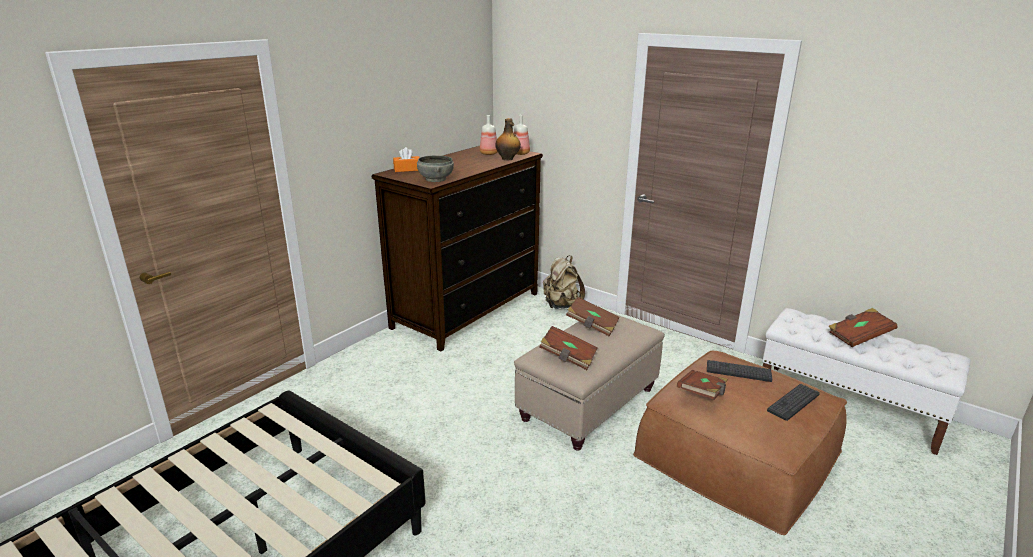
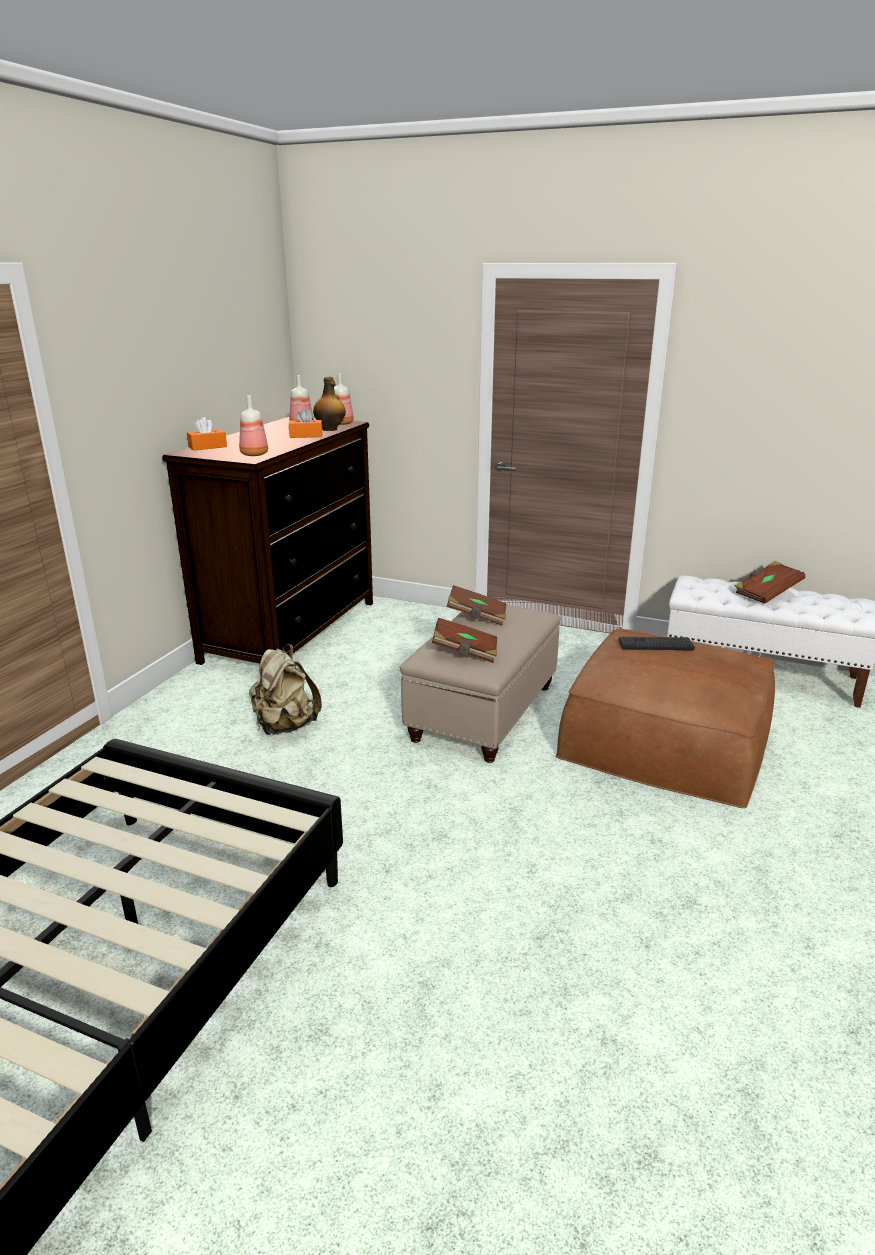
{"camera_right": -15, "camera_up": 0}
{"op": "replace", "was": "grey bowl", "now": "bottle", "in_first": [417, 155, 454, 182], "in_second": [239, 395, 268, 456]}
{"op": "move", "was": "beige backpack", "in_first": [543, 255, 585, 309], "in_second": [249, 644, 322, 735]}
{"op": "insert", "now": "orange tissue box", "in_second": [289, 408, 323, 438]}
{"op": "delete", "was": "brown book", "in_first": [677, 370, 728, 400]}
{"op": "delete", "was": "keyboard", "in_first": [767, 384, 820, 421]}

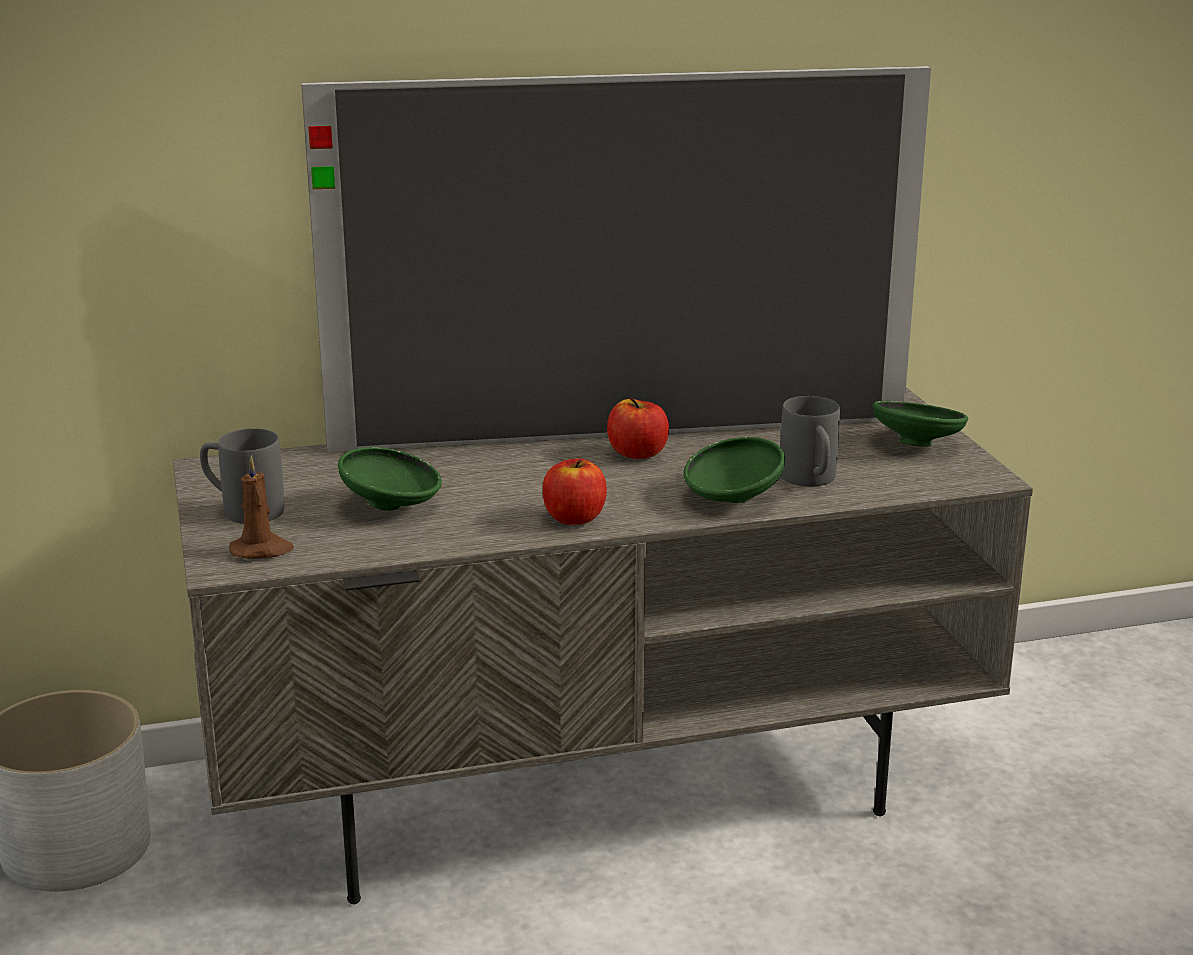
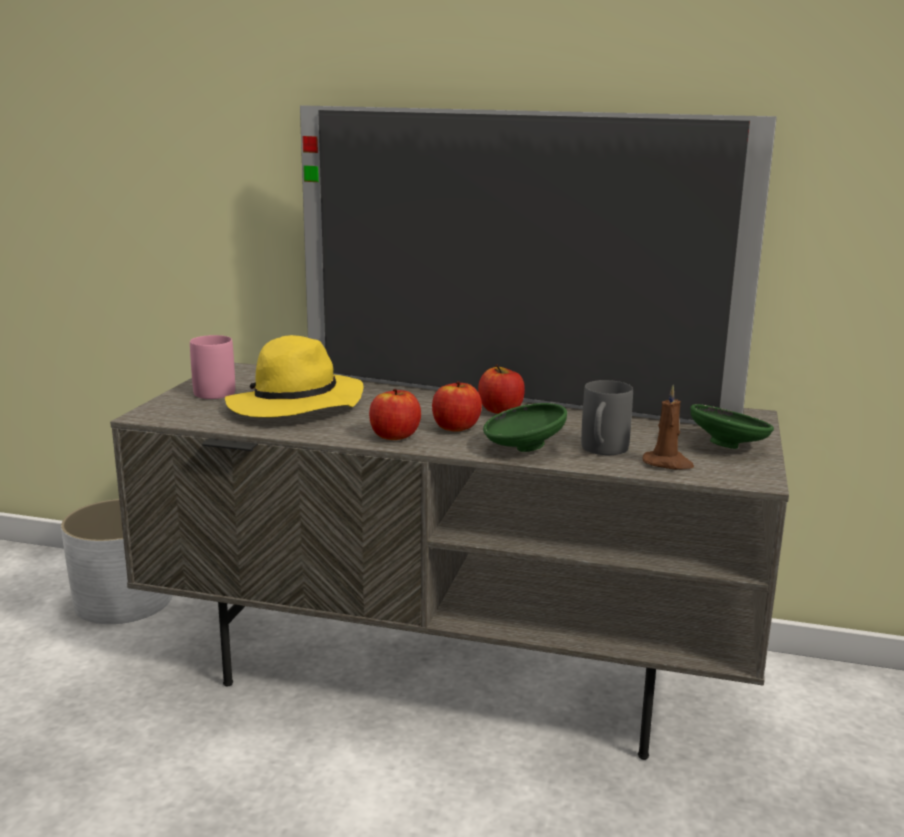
{"camera_right": 30, "camera_up": -5}
{"op": "recolor", "was": "grey mug", "now": "pink mug", "in_first": [200, 429, 284, 524], "in_second": [190, 335, 235, 399]}
{"op": "replace", "was": "green bowl", "now": "yellow hat", "in_first": [338, 447, 442, 511], "in_second": [225, 335, 364, 417]}
{"op": "insert", "now": "apple", "in_second": [432, 381, 482, 431]}
{"op": "move", "was": "brown candle", "in_first": [229, 456, 294, 559], "in_second": [643, 385, 694, 469]}

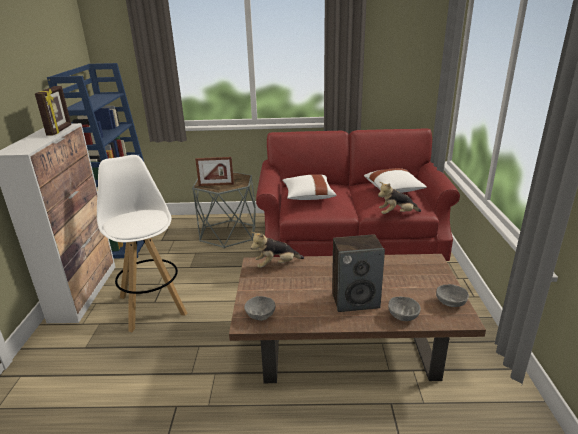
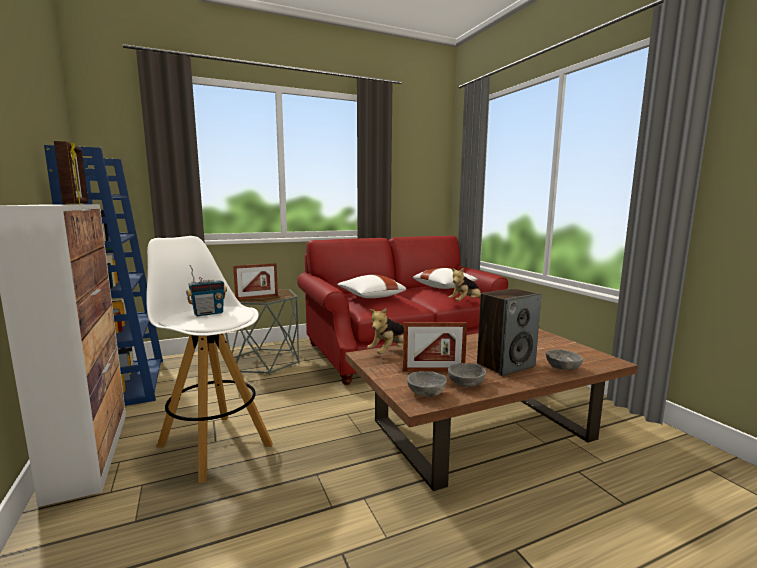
{"camera_right": -25, "camera_up": -15}
{"op": "insert", "now": "radio", "in_second": [186, 265, 227, 316]}
{"op": "insert", "now": "picture frame", "in_second": [403, 322, 467, 372]}
{"op": "move", "was": "grey bowl", "in_first": [436, 284, 469, 307], "in_second": [448, 363, 486, 387]}

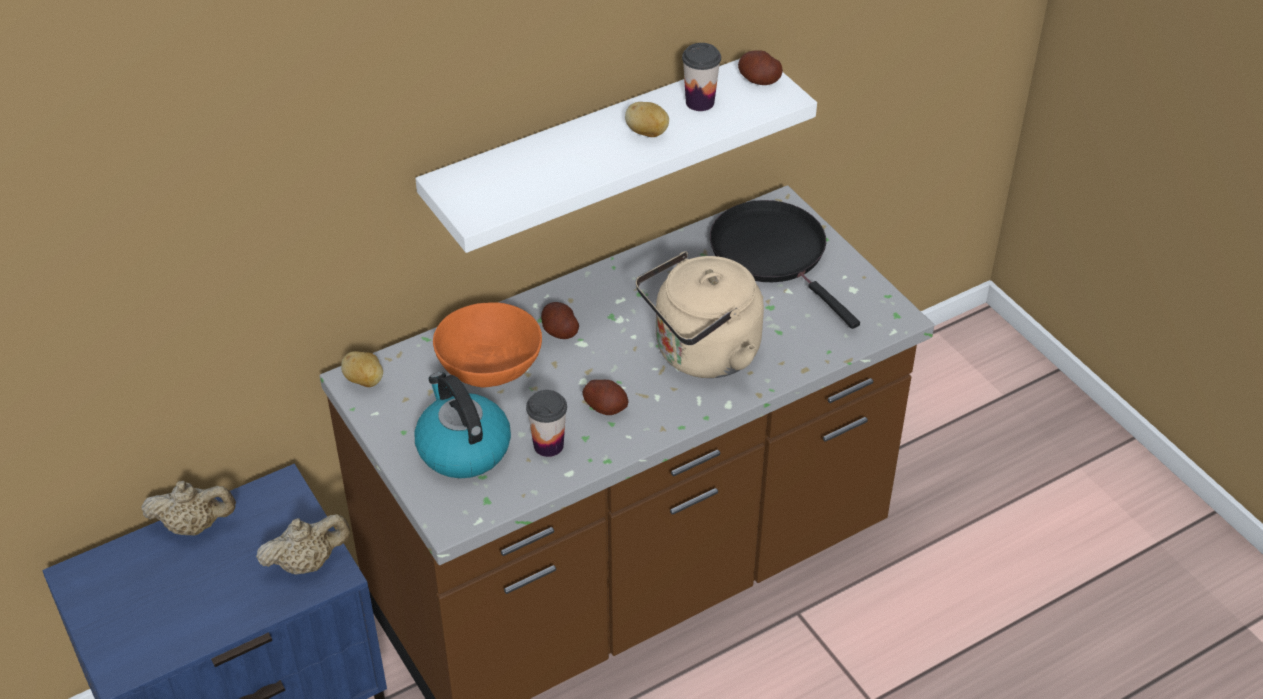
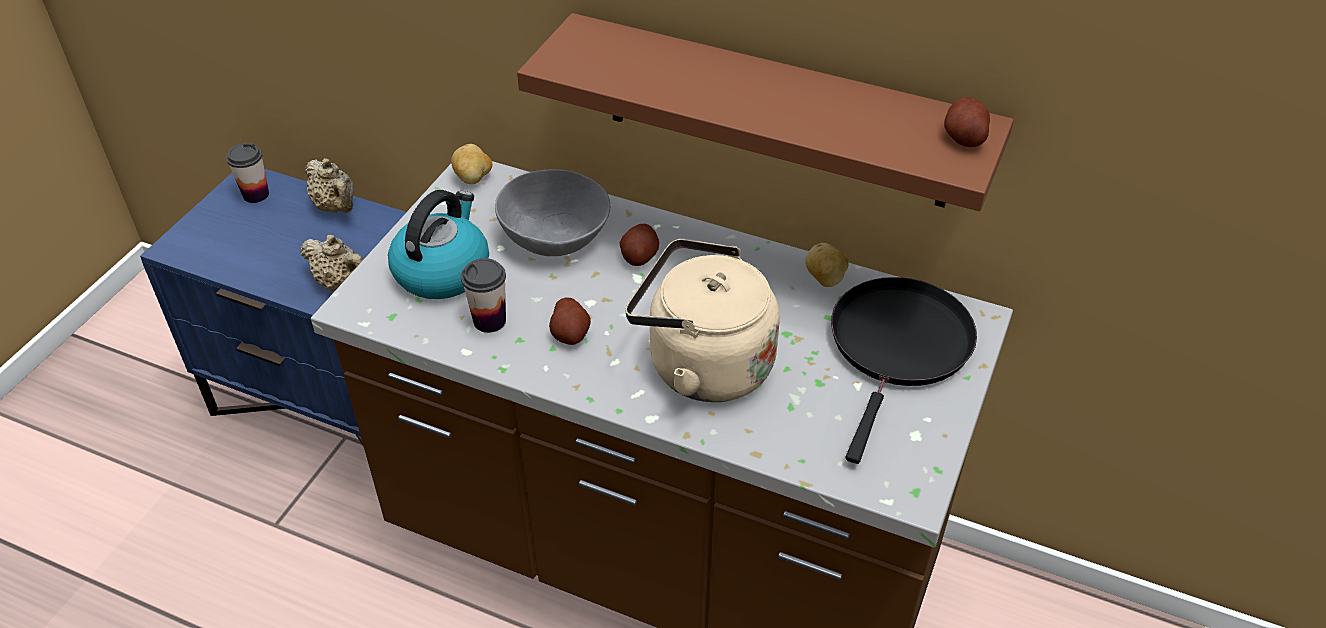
{"camera_right": 55, "camera_up": 0}
{"op": "move", "was": "cup", "in_first": [682, 43, 721, 111], "in_second": [226, 143, 269, 203]}
{"op": "recolor", "was": "orange bowl", "now": "grey bowl", "in_first": [433, 302, 542, 387], "in_second": [495, 169, 610, 256]}
{"op": "recolor", "was": "white shelf", "now": "brown shelf", "in_first": [415, 59, 817, 253], "in_second": [517, 13, 1014, 211]}
{"op": "move", "was": "potato", "in_first": [625, 102, 669, 137], "in_second": [805, 243, 849, 287]}

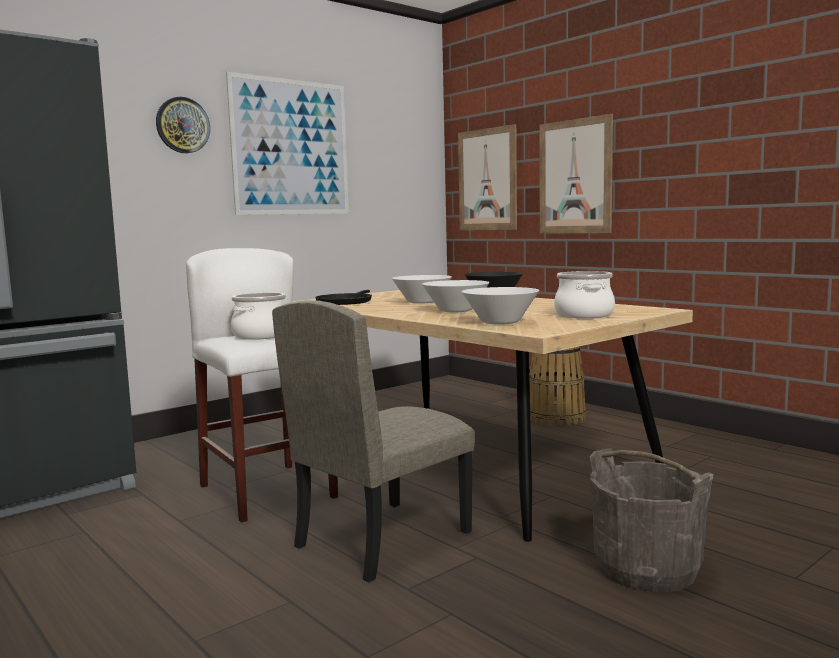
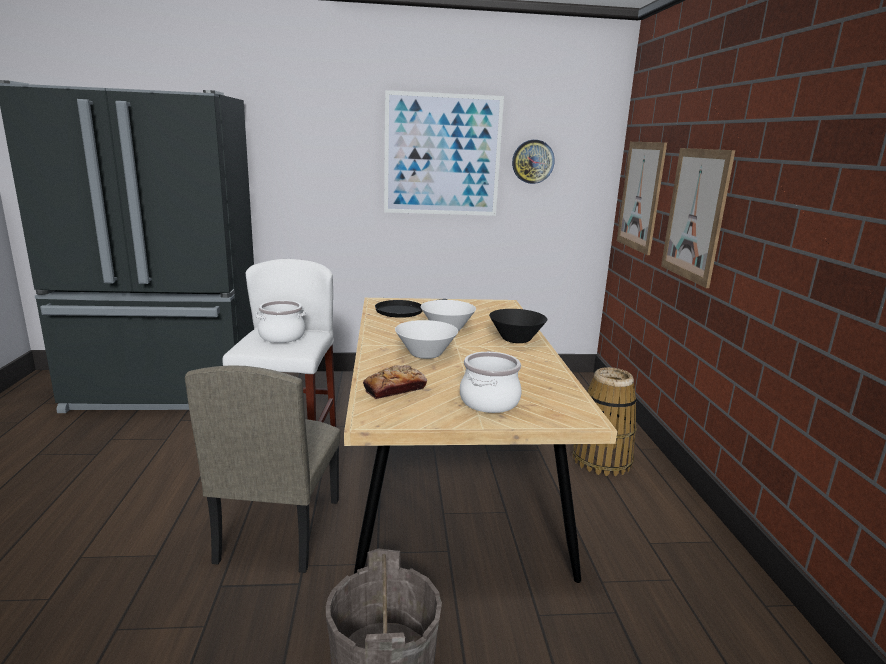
{"camera_right": 35, "camera_up": 10}
{"op": "rotate", "was": "beige chair", "in_first": [272, 300, 475, 582], "in_second": [185, 365, 340, 573], "clockwise": -75}
{"op": "replace", "was": "white bowl", "now": "bread", "in_first": [462, 287, 539, 325], "in_second": [363, 365, 427, 399]}
{"op": "move", "was": "wall clock", "in_first": [156, 97, 210, 153], "in_second": [512, 140, 555, 184]}

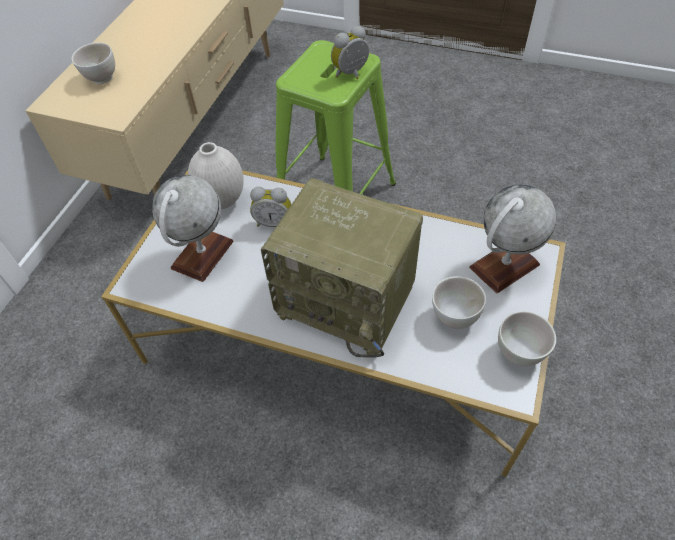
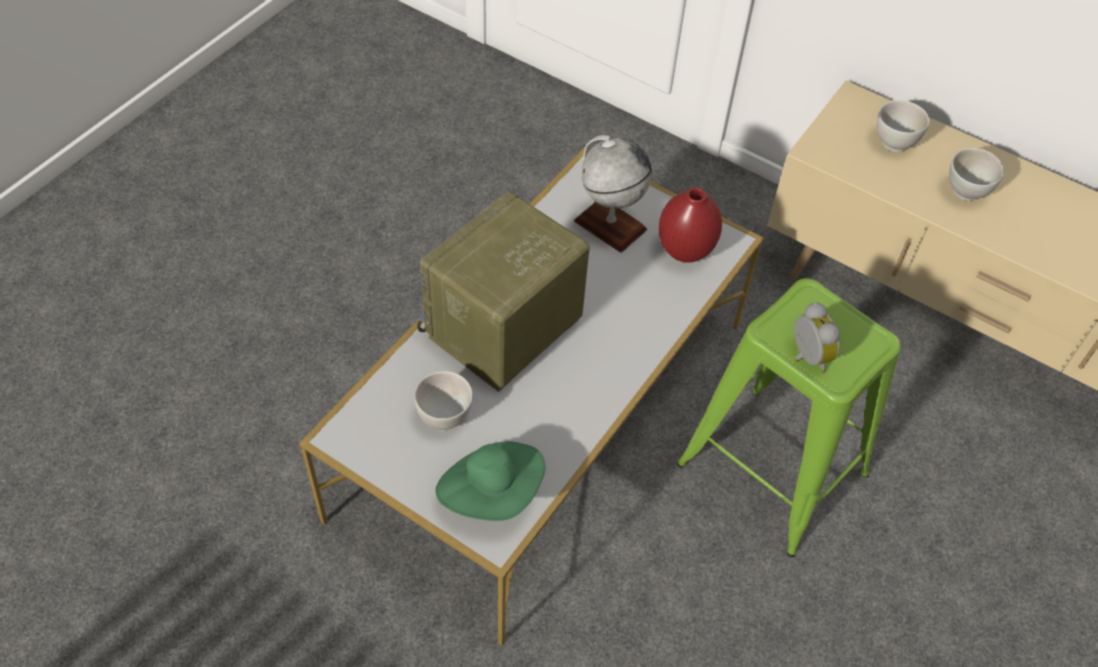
{"camera_right": 100, "camera_up": 0}
{"op": "replace", "was": "globe", "now": "green hat", "in_first": [469, 185, 557, 293], "in_second": [435, 441, 546, 521]}
{"op": "recolor", "was": "white vase", "now": "red vase", "in_first": [188, 142, 244, 209], "in_second": [659, 188, 722, 263]}
{"op": "move", "was": "white bowl", "in_first": [498, 311, 556, 366], "in_second": [949, 148, 1004, 201]}
{"op": "delete", "was": "alarm clock", "in_first": [250, 187, 291, 227]}

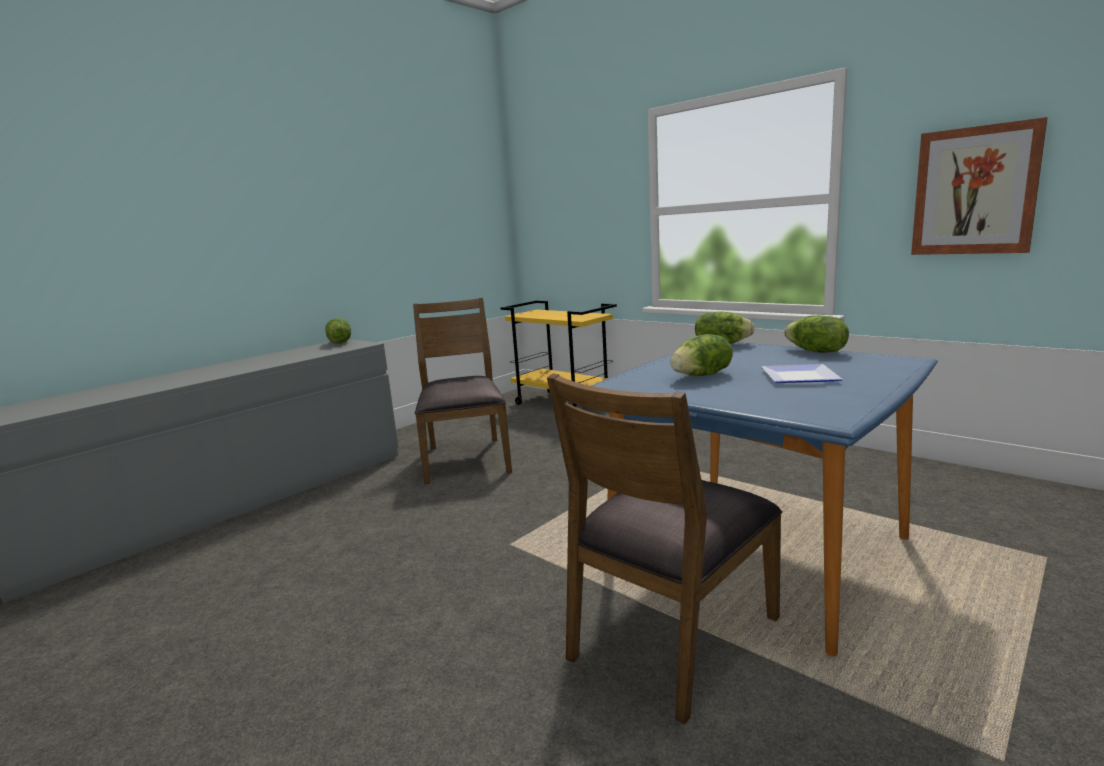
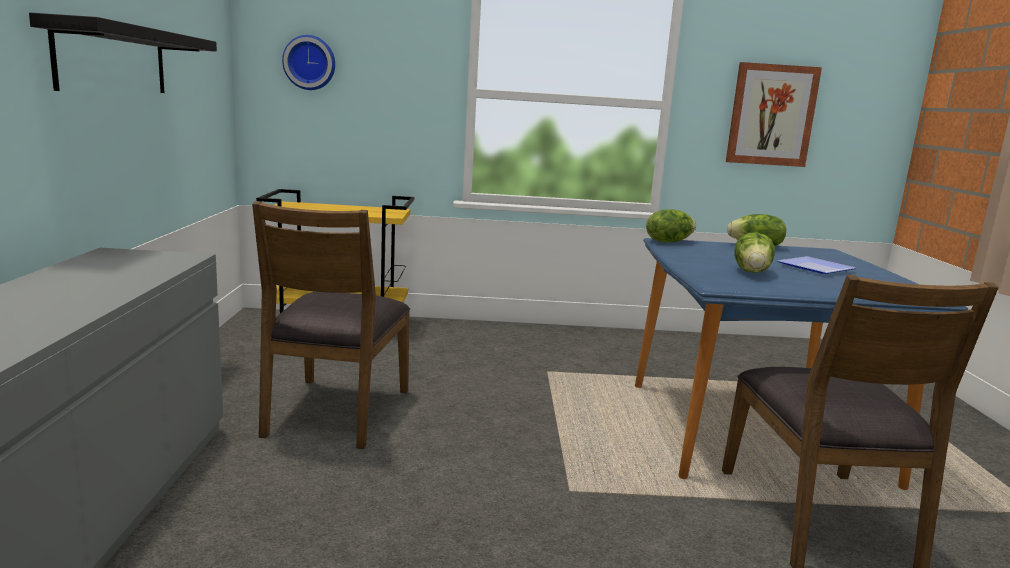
{"camera_right": -45, "camera_up": 0}
{"op": "insert", "now": "black shelf", "in_second": [29, 13, 217, 93]}
{"op": "rotate", "was": "brown chair", "in_first": [413, 298, 512, 484], "in_second": [252, 201, 410, 449], "clockwise": -120}
{"op": "insert", "now": "wall clock", "in_second": [282, 35, 335, 90]}
{"op": "delete", "was": "lettuce", "in_first": [325, 318, 351, 344]}

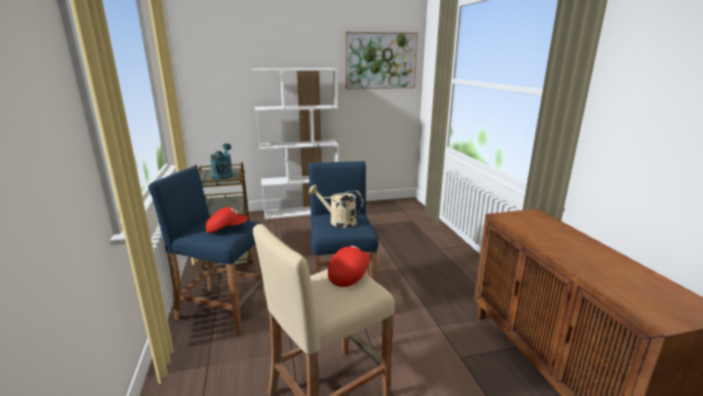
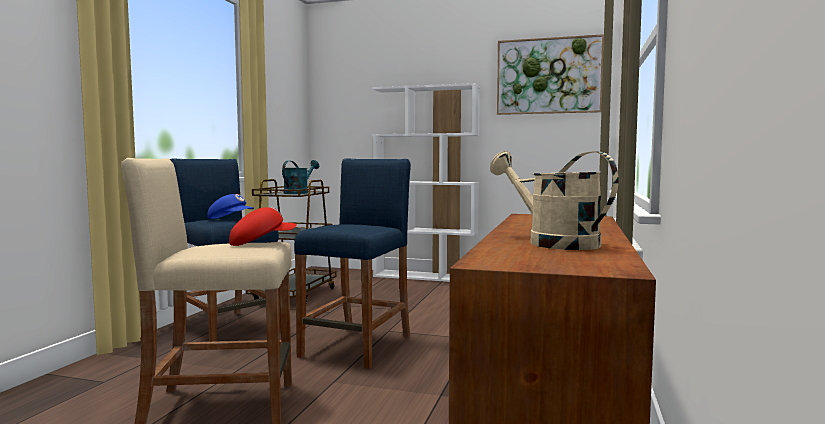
{"camera_right": 30, "camera_up": -15}
{"op": "recolor", "was": "red cap", "now": "blue cap", "in_first": [206, 207, 248, 233], "in_second": [207, 194, 254, 219]}
{"op": "move", "was": "beige watering can", "in_first": [309, 185, 363, 228], "in_second": [490, 151, 619, 250]}

